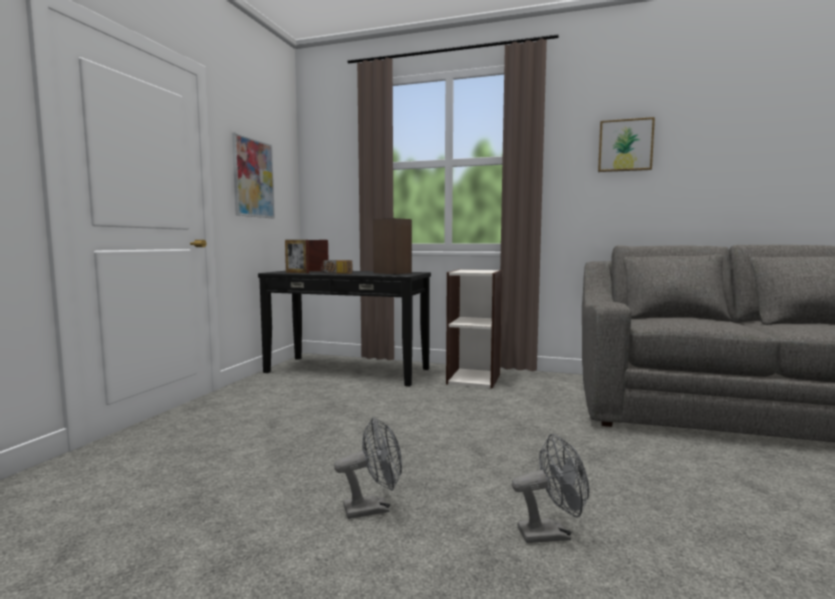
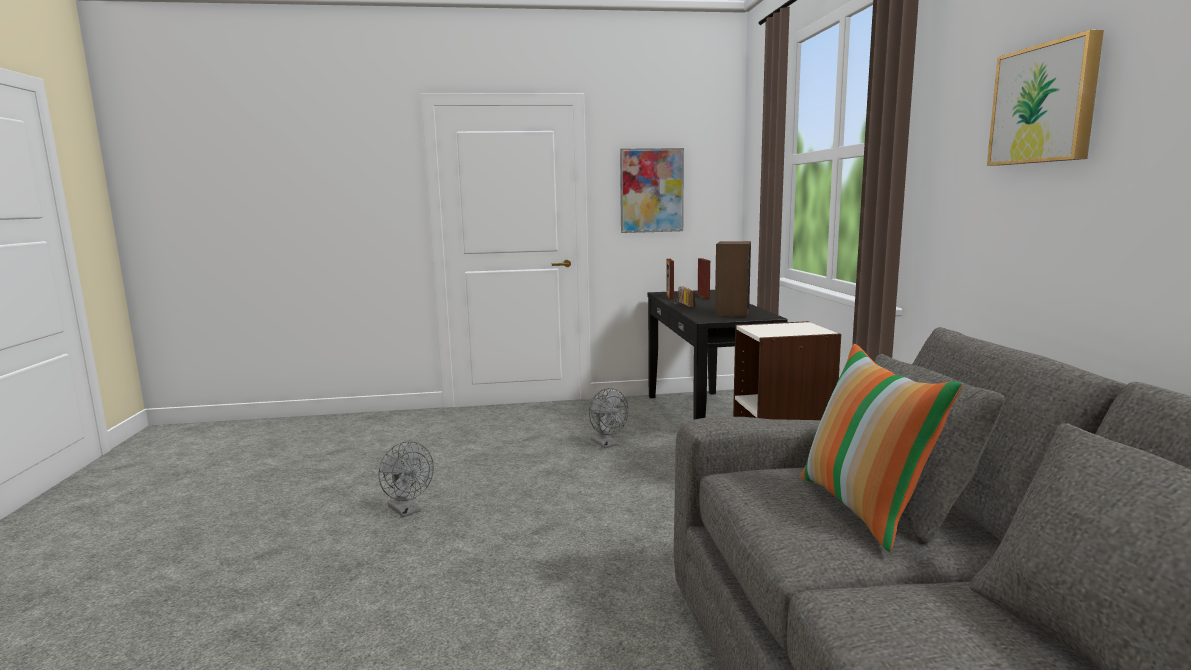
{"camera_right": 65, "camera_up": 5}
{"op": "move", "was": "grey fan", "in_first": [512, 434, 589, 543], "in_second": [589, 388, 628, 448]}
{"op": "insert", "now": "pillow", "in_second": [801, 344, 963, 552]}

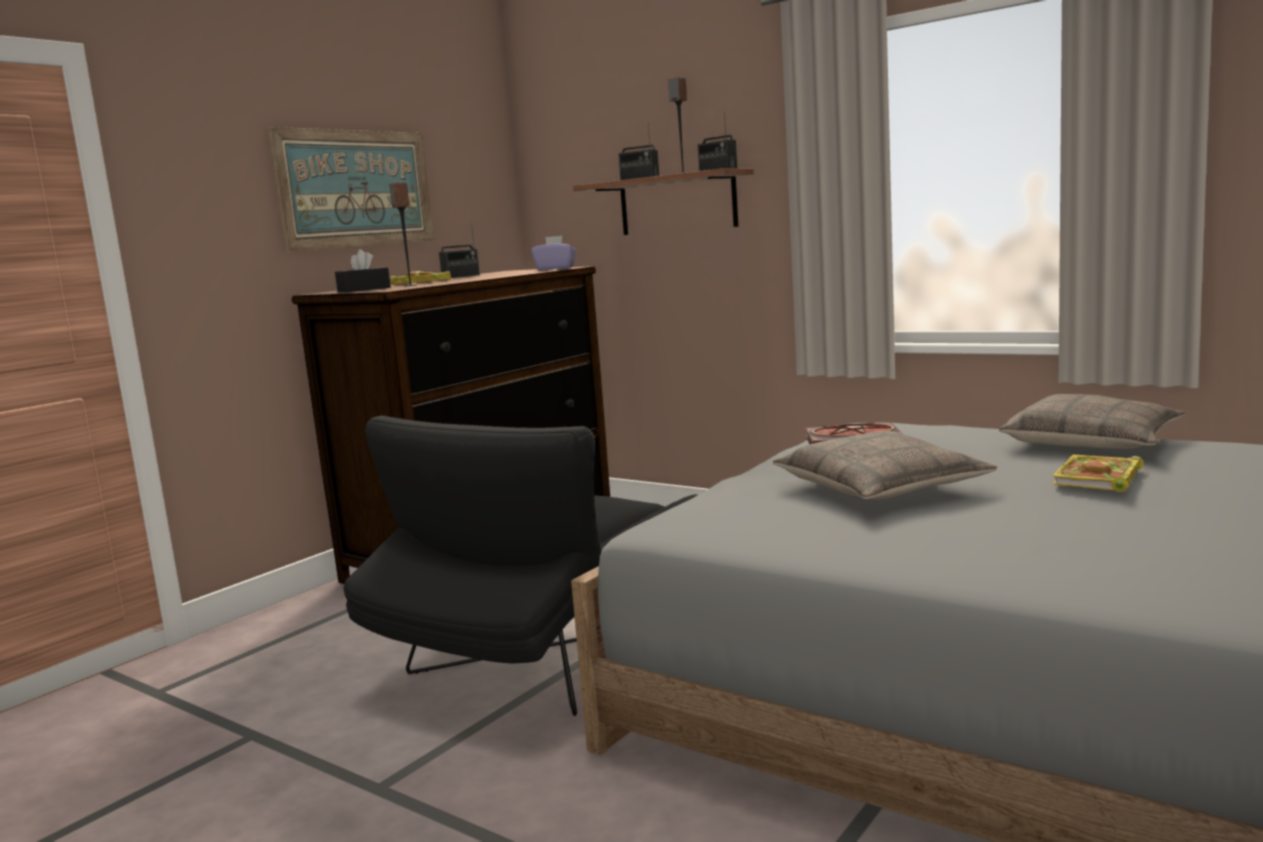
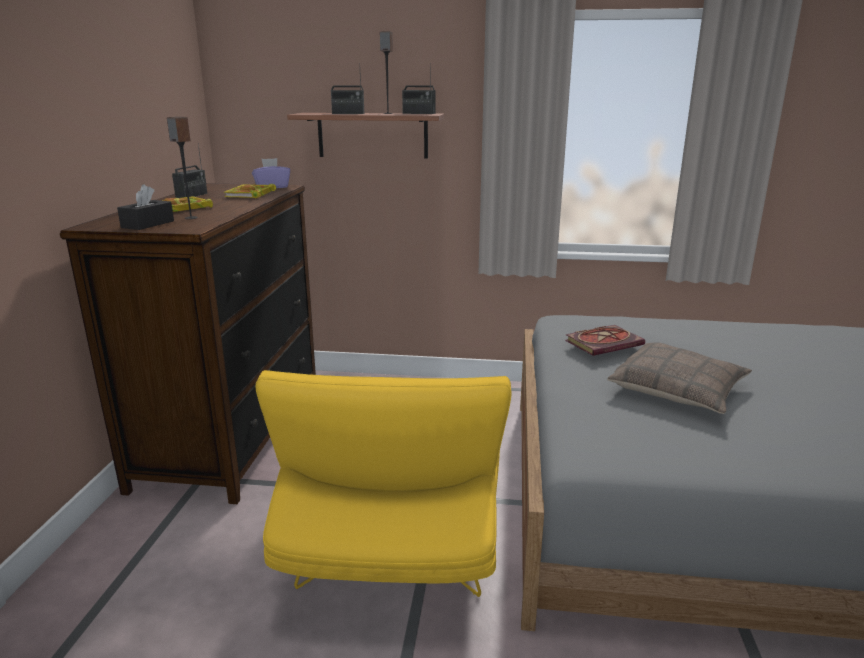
{"camera_right": -30, "camera_up": 10}
{"op": "move", "was": "book", "in_first": [1053, 455, 1144, 492], "in_second": [224, 184, 276, 198]}
{"op": "recolor", "was": "black armchair", "now": "yellow armchair", "in_first": [343, 415, 698, 716], "in_second": [256, 370, 511, 597]}
{"op": "delete", "was": "picture", "in_first": [268, 127, 435, 251]}
{"op": "delete", "was": "pillow", "in_first": [999, 394, 1185, 449]}

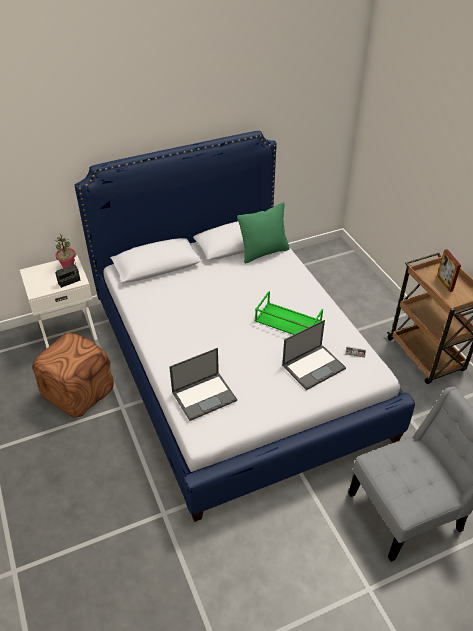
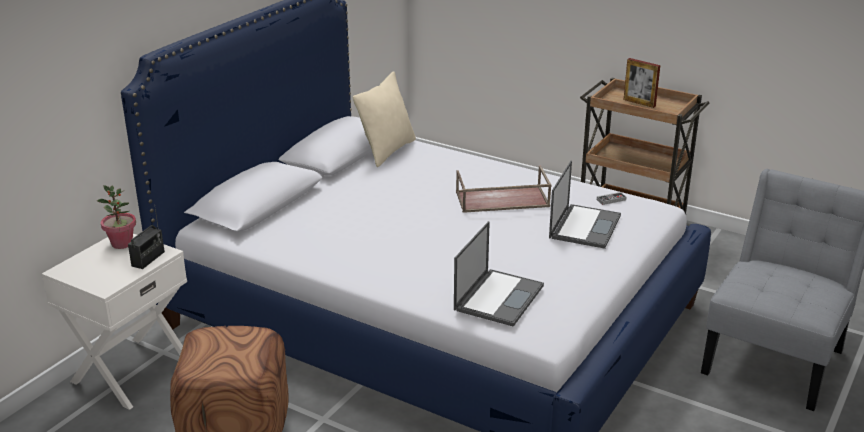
{"camera_right": -35, "camera_up": -15}
{"op": "recolor", "was": "green pillow", "now": "beige pillow", "in_first": [237, 202, 290, 263], "in_second": [353, 71, 416, 167]}
{"op": "recolor", "was": "green tray", "now": "brown tray", "in_first": [255, 291, 323, 335], "in_second": [456, 165, 552, 213]}

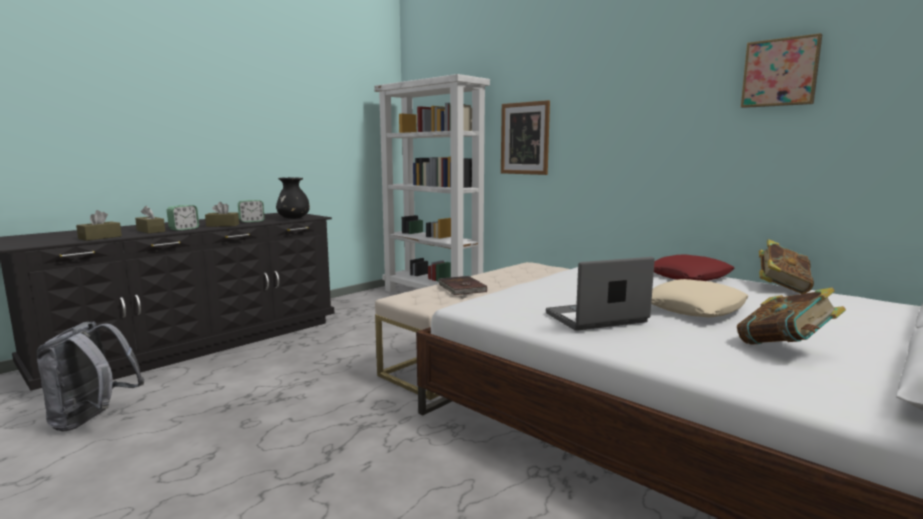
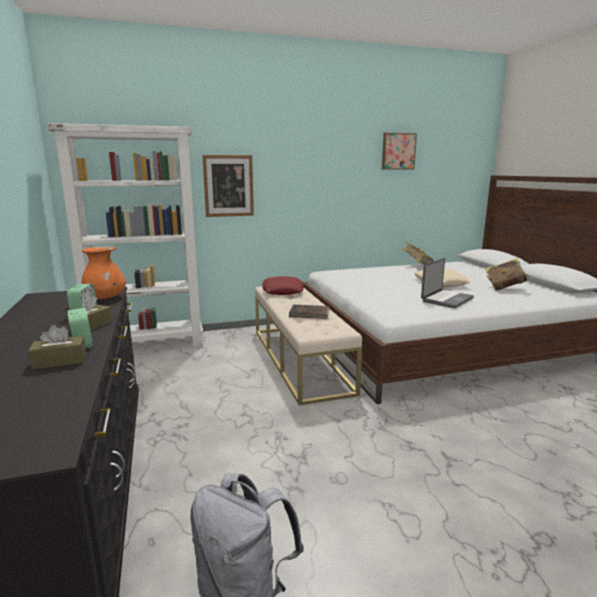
{"camera_right": -60, "camera_up": 5}
{"op": "recolor", "was": "black vase", "now": "orange vase", "in_first": [276, 177, 310, 219], "in_second": [81, 246, 126, 299]}
{"op": "move", "was": "red pillow", "in_first": [654, 254, 735, 281], "in_second": [262, 276, 304, 295]}
{"op": "rotate", "was": "laptop", "in_first": [546, 257, 655, 331], "in_second": [421, 258, 474, 308], "clockwise": -150}
{"op": "delete", "was": "brown tissue box", "in_first": [76, 210, 122, 241]}

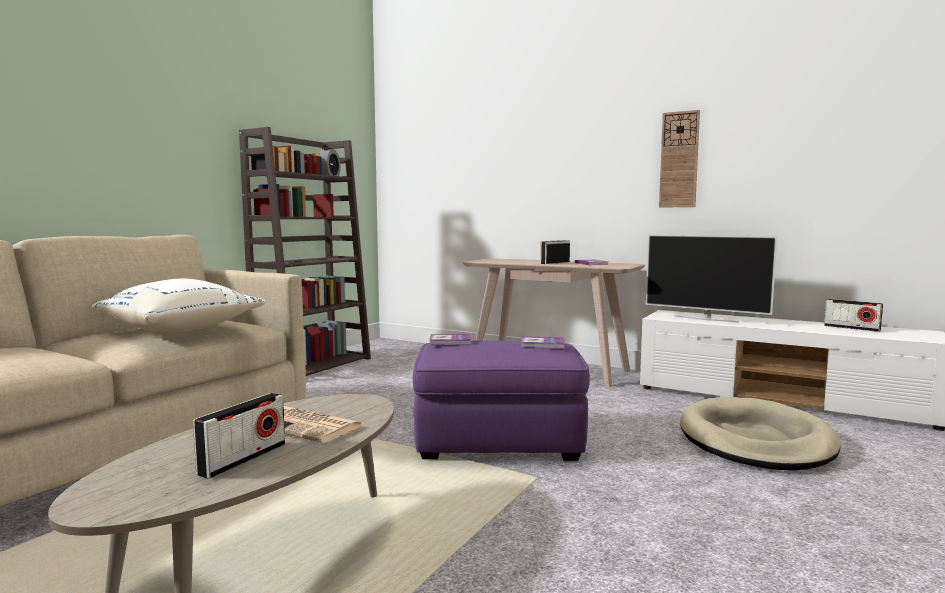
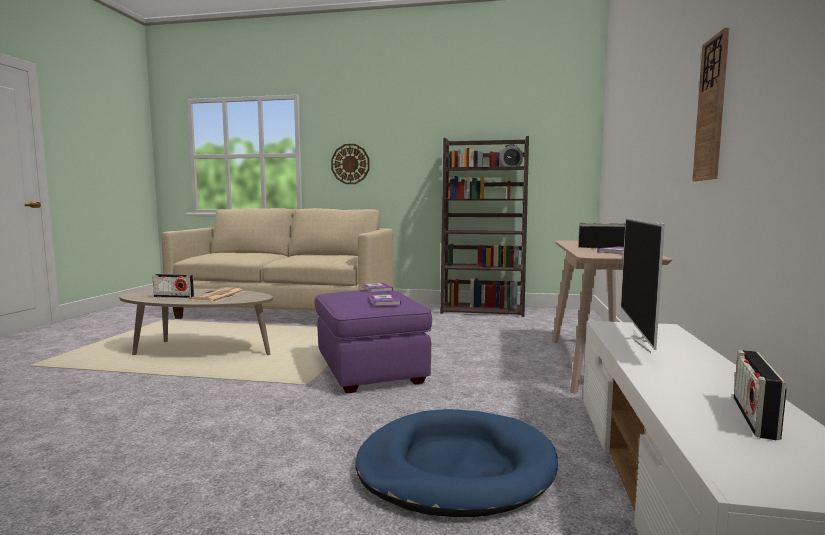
{"camera_right": 70, "camera_up": 0}
{"op": "insert", "now": "wall clock", "in_second": [331, 144, 370, 184]}
{"op": "recolor", "was": "beige dog bed", "now": "blue dog bed", "in_first": [680, 397, 840, 471], "in_second": [355, 409, 558, 517]}
{"op": "delete", "was": "white pillow", "in_first": [91, 279, 265, 332]}

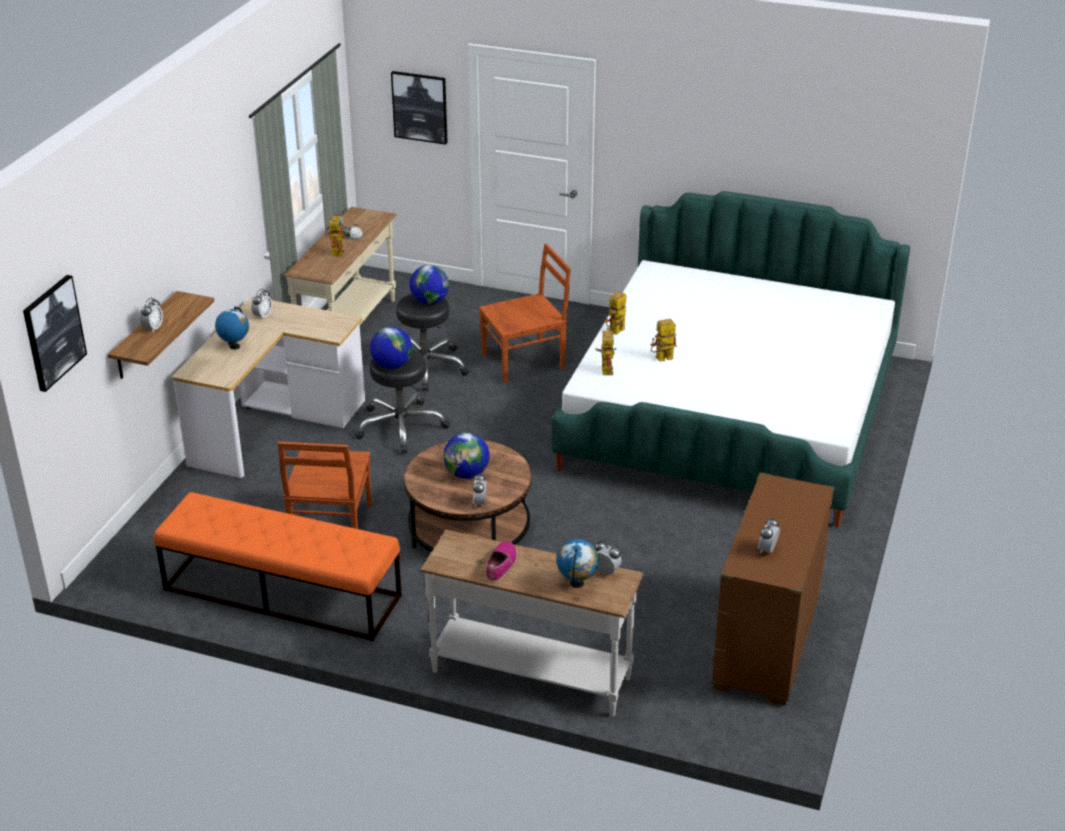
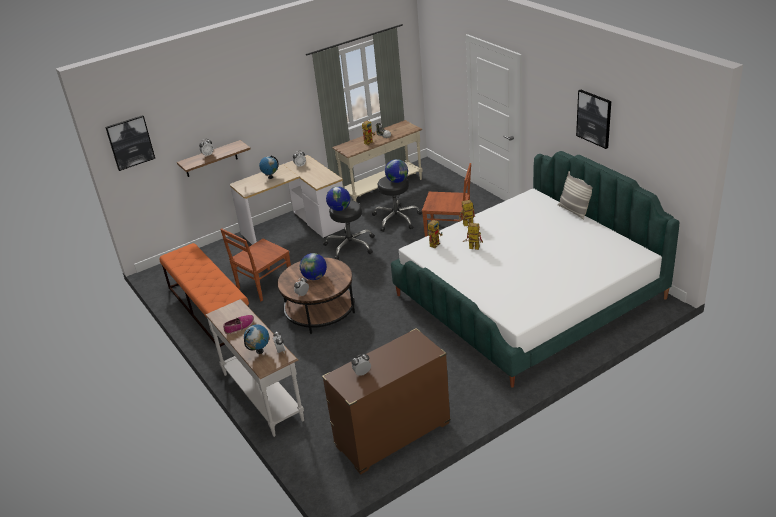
{"camera_right": 40, "camera_up": 0}
{"op": "insert", "now": "pillow", "in_second": [558, 171, 593, 219]}
{"op": "move", "was": "picture", "in_first": [391, 71, 448, 145], "in_second": [576, 90, 611, 149]}

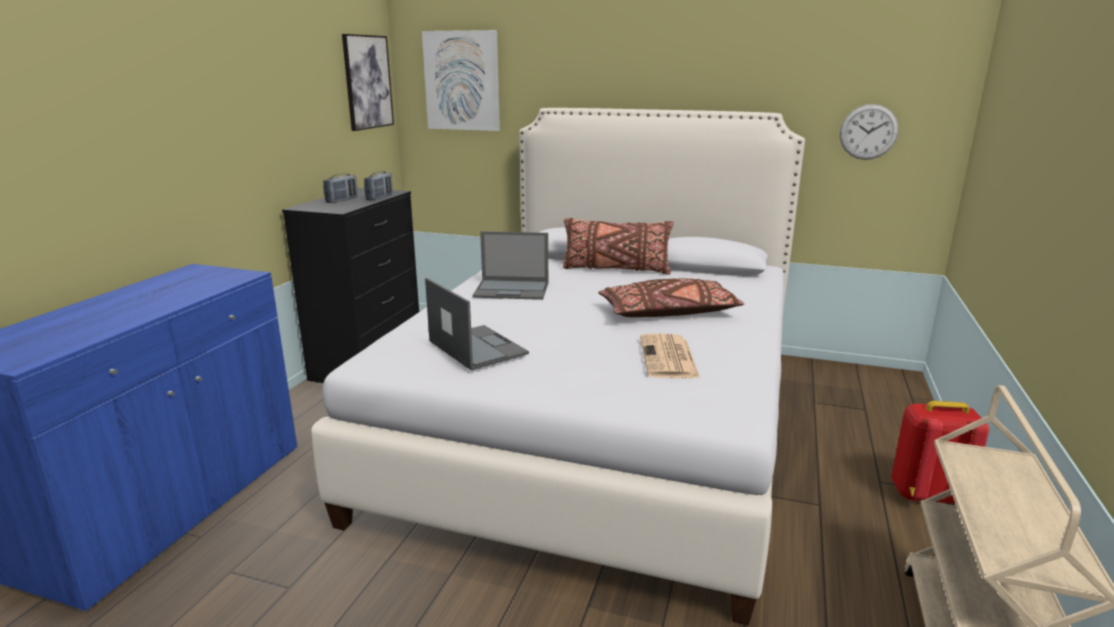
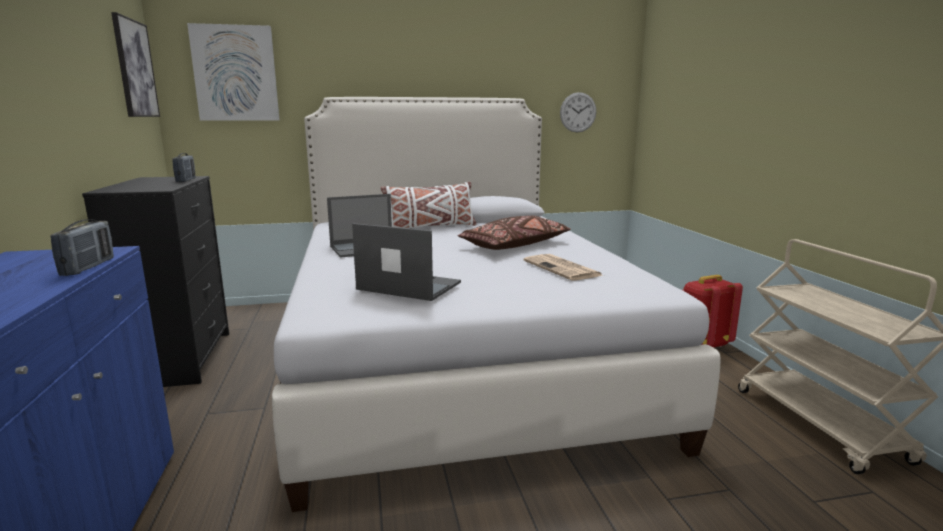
{"camera_right": -30, "camera_up": -5}
{"op": "move", "was": "radio", "in_first": [323, 173, 358, 203], "in_second": [50, 219, 114, 276]}
{"op": "recolor", "was": "brown pillow", "now": "white pillow", "in_first": [563, 218, 673, 275], "in_second": [381, 182, 476, 228]}

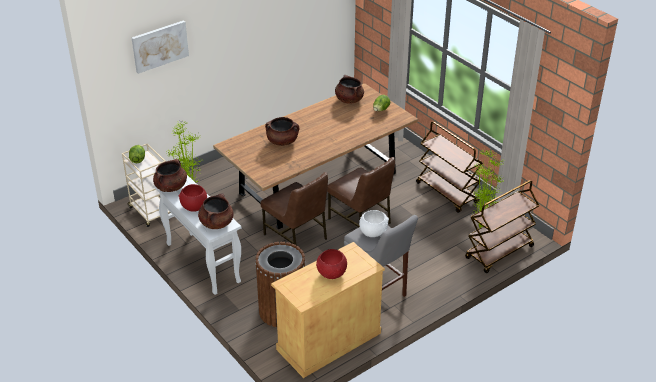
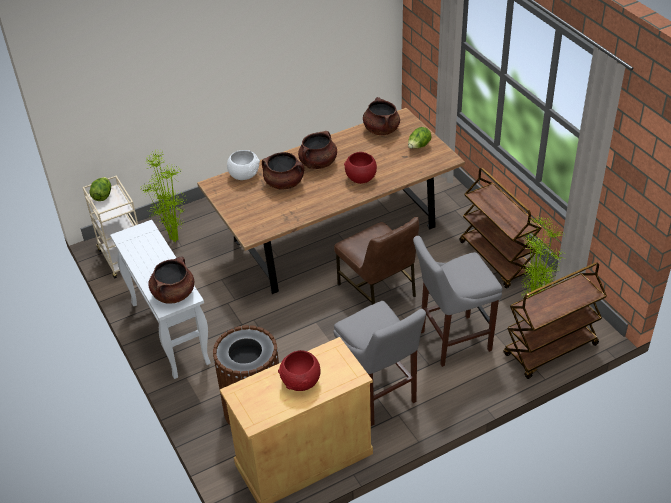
{"camera_right": 10, "camera_up": 5}
{"op": "move", "was": "white bowl", "in_first": [359, 210, 389, 237], "in_second": [227, 150, 260, 180]}
{"op": "move", "was": "brown cooking pot", "in_first": [153, 159, 187, 192], "in_second": [298, 131, 337, 169]}
{"op": "move", "was": "red bowl", "in_first": [179, 184, 207, 212], "in_second": [344, 152, 377, 184]}
{"op": "insert", "now": "grey stool", "in_second": [413, 236, 502, 367]}
{"op": "delete", "was": "picture", "in_first": [132, 20, 189, 74]}
{"op": "delete", "was": "brown chair", "in_first": [261, 172, 328, 246]}

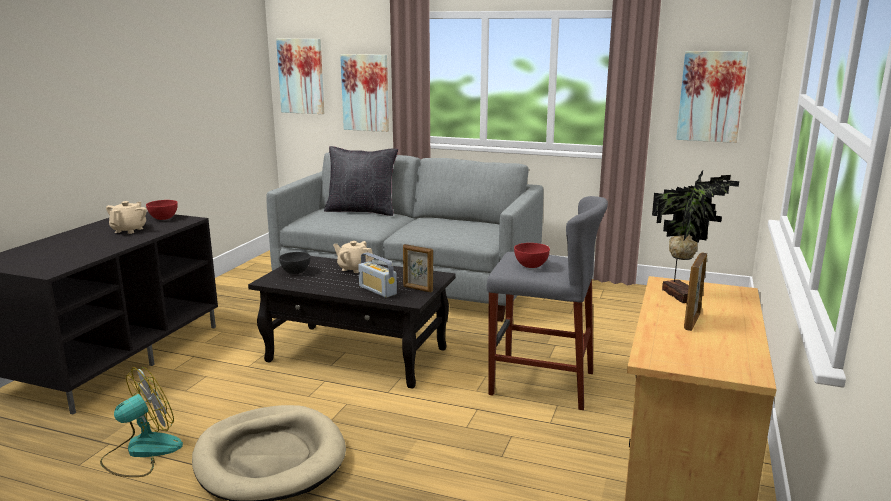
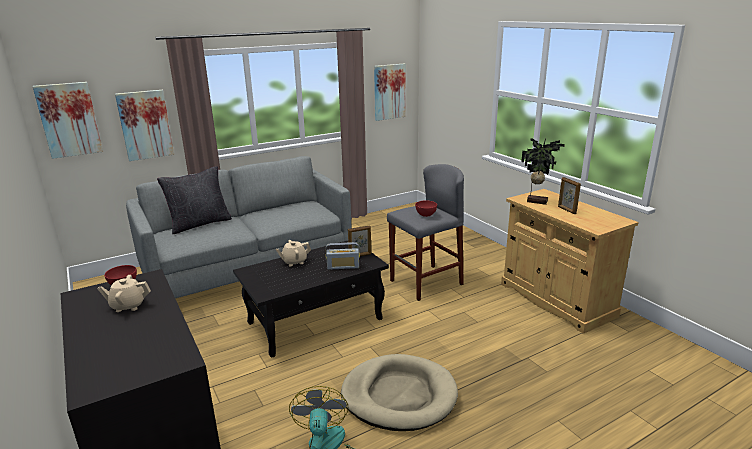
{"camera_right": -50, "camera_up": 5}
{"op": "rotate", "was": "beige teapot", "in_first": [106, 201, 147, 234], "in_second": [97, 275, 151, 312], "clockwise": -60}
{"op": "delete", "was": "grey bowl", "in_first": [279, 252, 310, 274]}

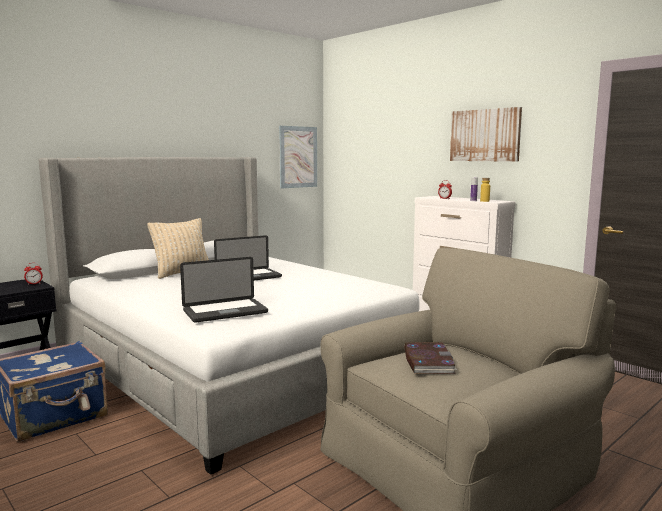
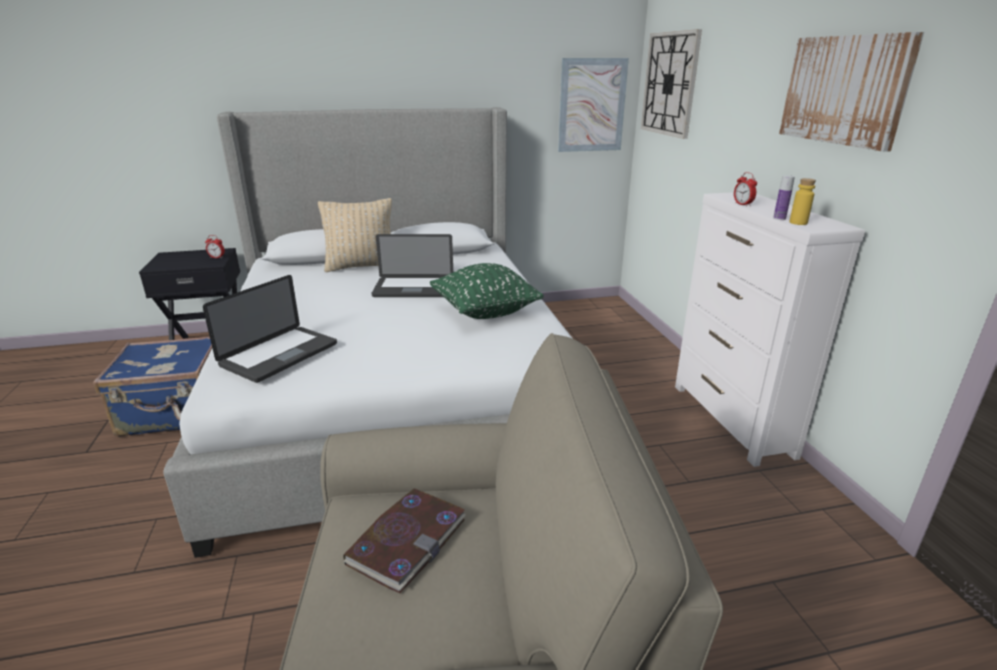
{"camera_right": 30, "camera_up": 15}
{"op": "rotate", "was": "laptop", "in_first": [180, 257, 268, 323], "in_second": [203, 275, 337, 383], "clockwise": -60}
{"op": "insert", "now": "green pillow", "in_second": [430, 263, 544, 319]}
{"op": "insert", "now": "wall clock", "in_second": [641, 29, 702, 139]}

